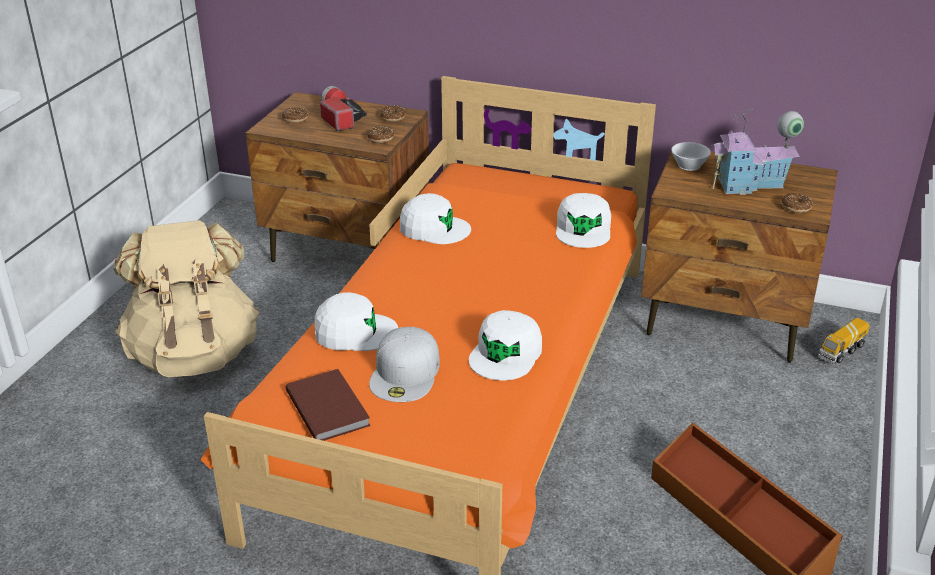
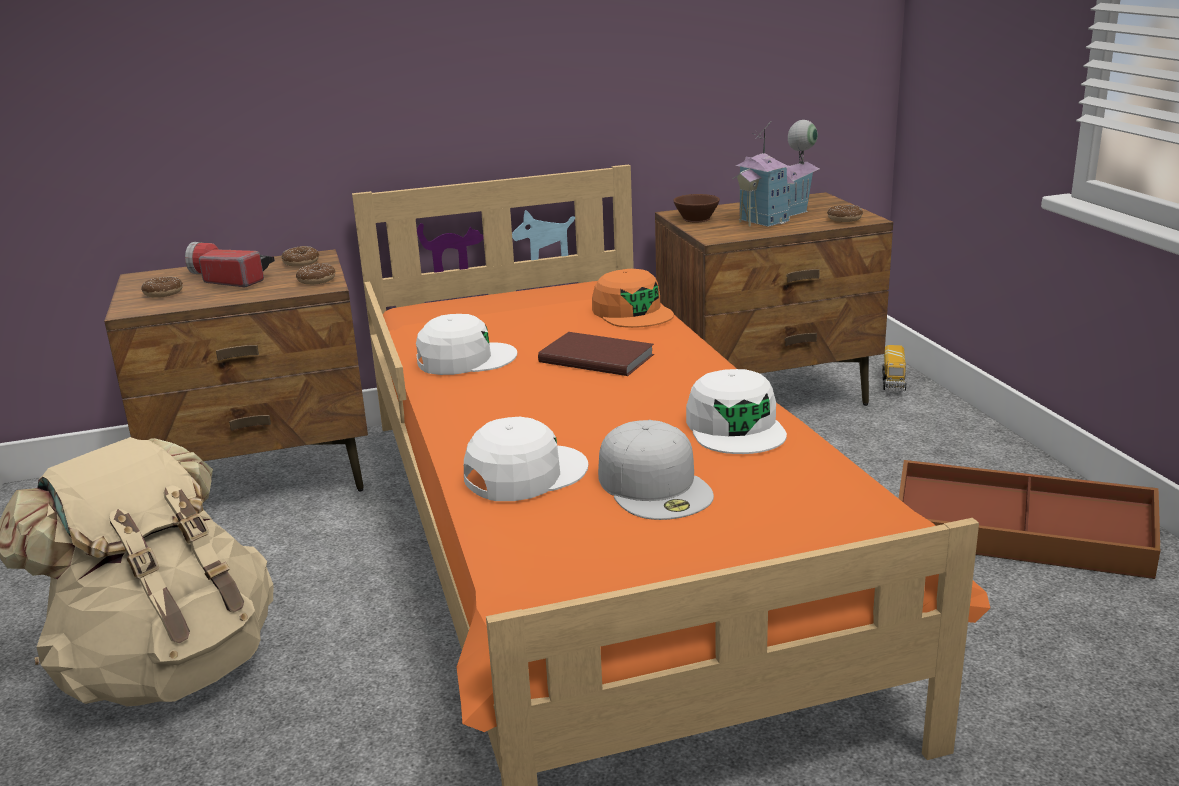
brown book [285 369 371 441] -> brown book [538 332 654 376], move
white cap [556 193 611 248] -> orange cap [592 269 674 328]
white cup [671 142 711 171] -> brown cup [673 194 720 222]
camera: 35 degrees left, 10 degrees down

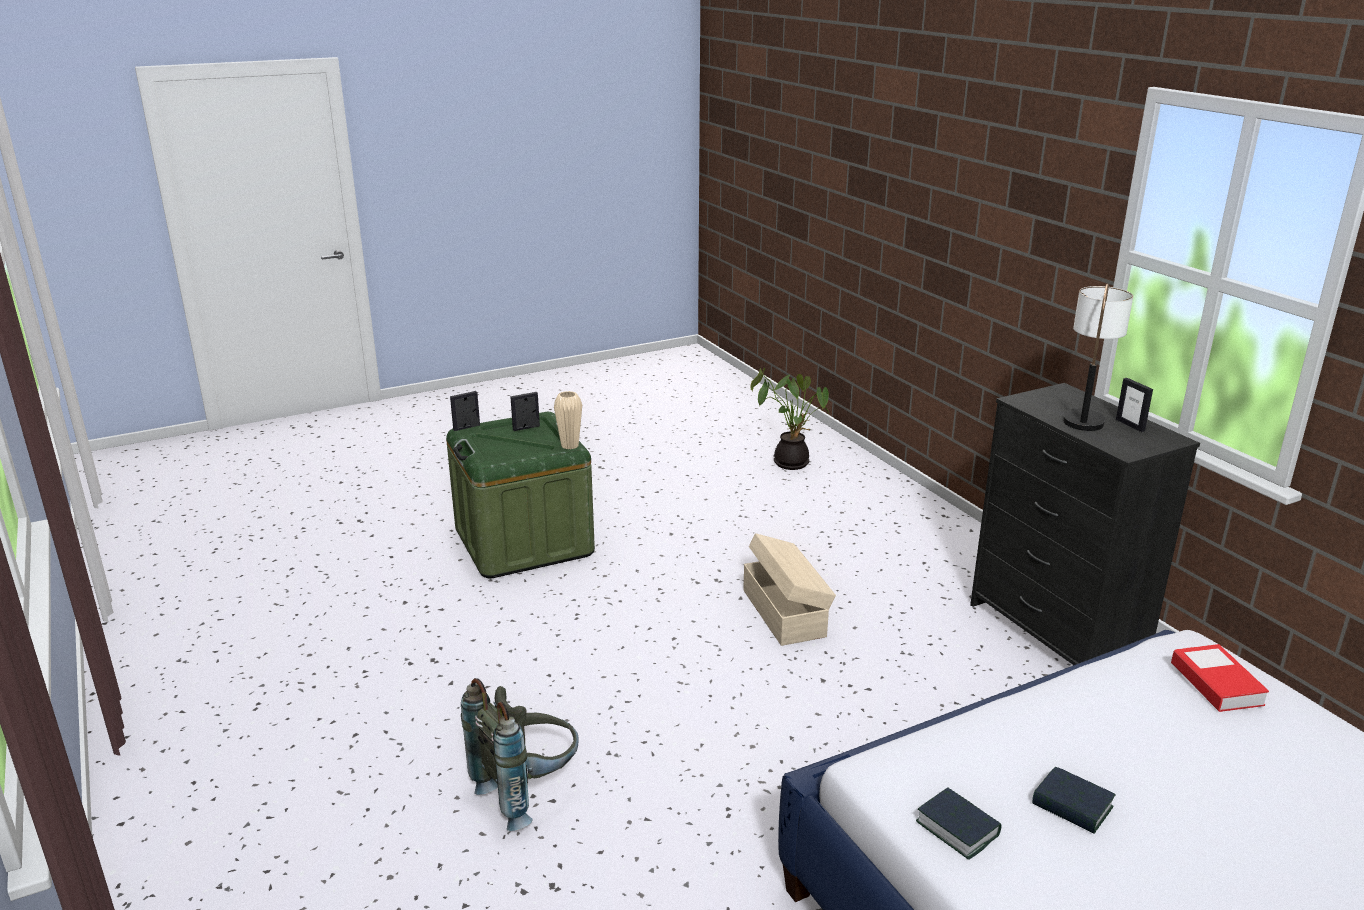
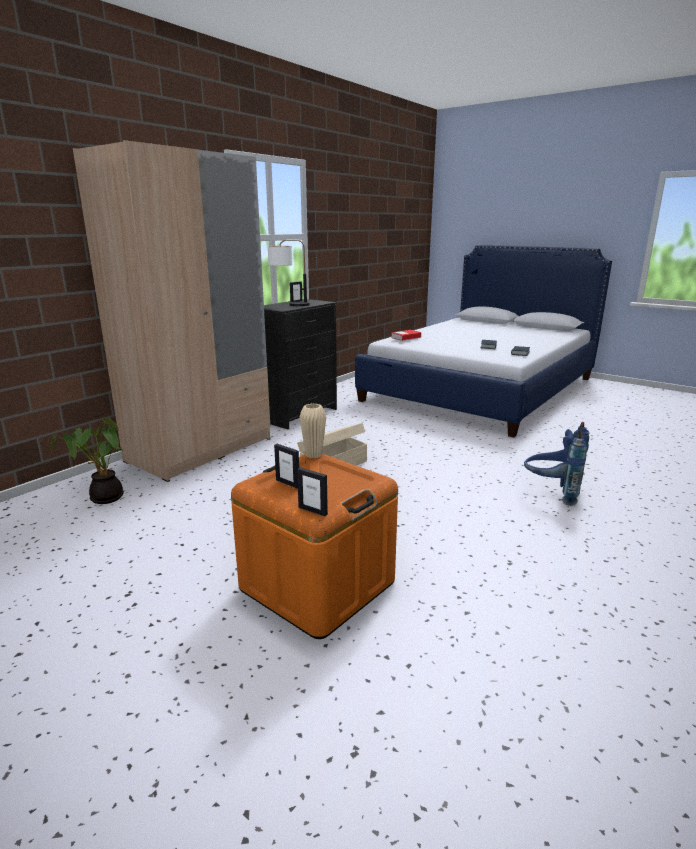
none -> beige wardrobe [73 140 270 482]
green storage box [446 412 595 578] -> orange storage box [231 454 398 639]
grey backpack [461 678 579 831] -> blue backpack [524 422 589 506]
camera: 115 degrees left, 5 degrees down

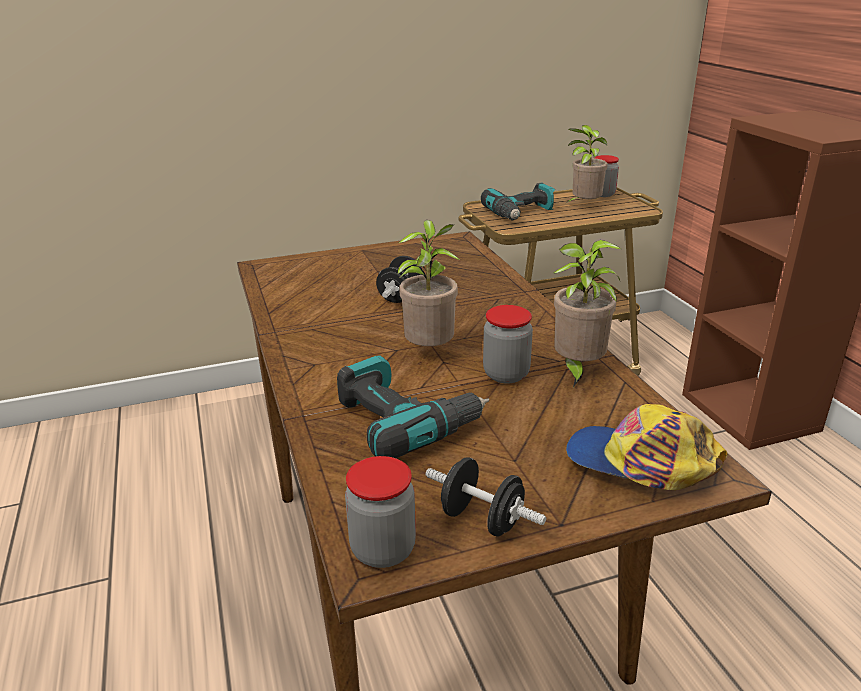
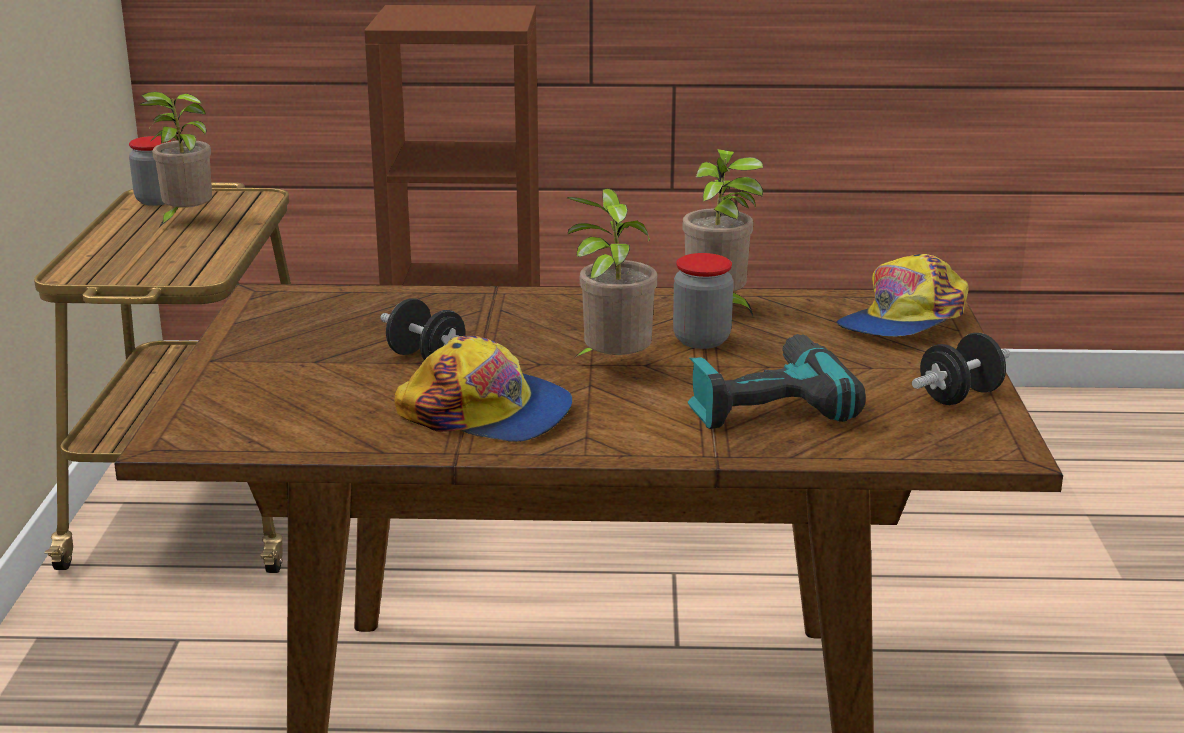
none -> cap [395 336 572 442]
jar [345 456 416 568] -> none
power drill [481 183 555 220] -> none
camera: 70 degrees left, 5 degrees down

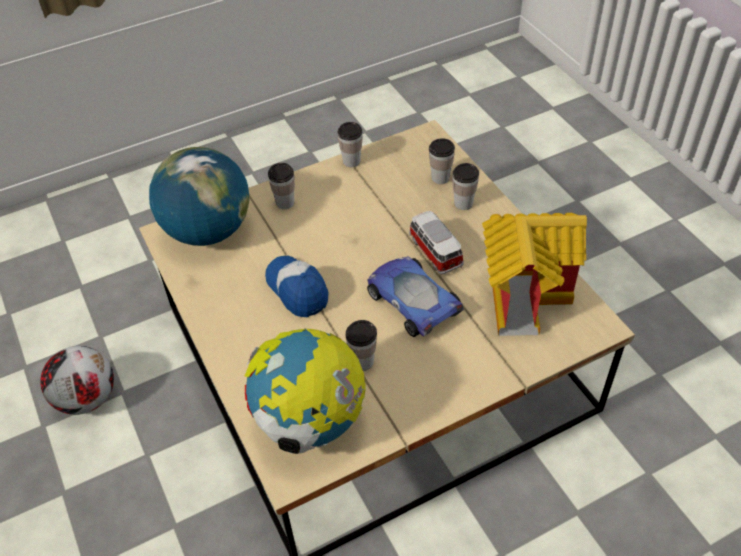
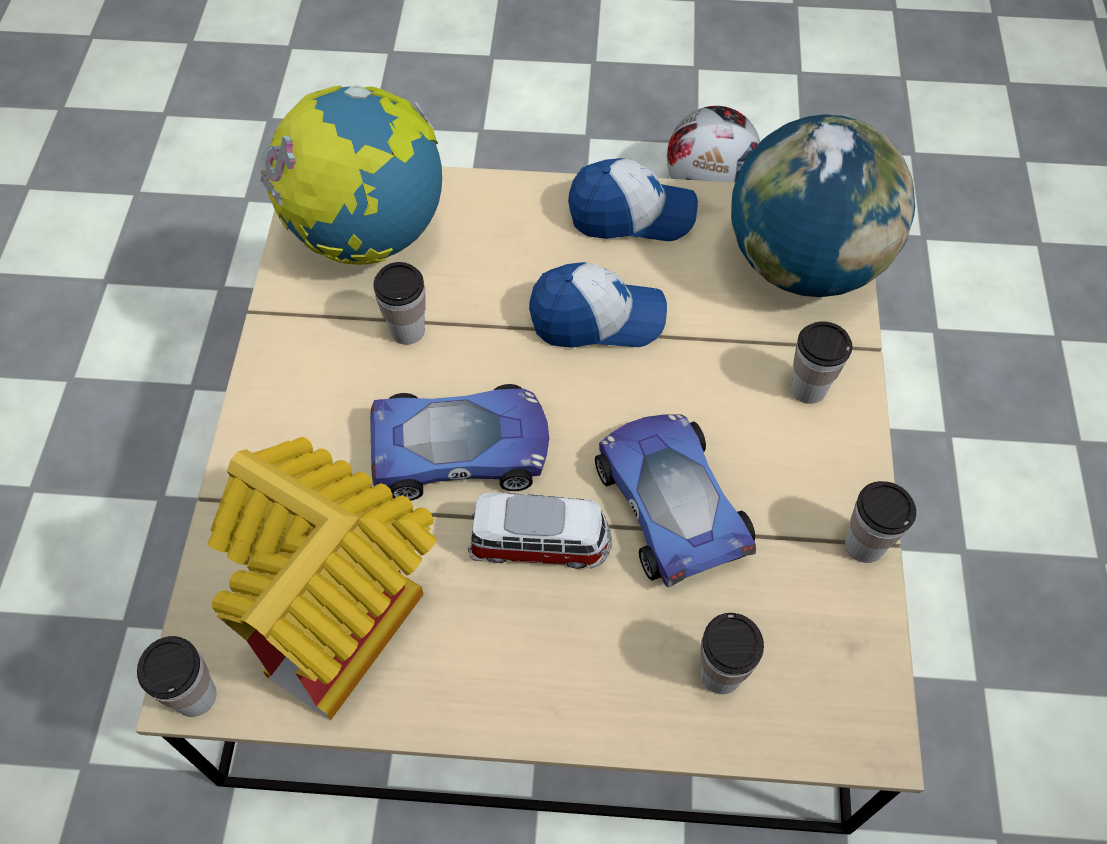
cup [452 163 479 210] -> cup [137 636 216 717], move
none -> cap [568 158 698 241]
none -> toy car [595 414 756 587]
camera: 120 degrees right, 10 degrees up

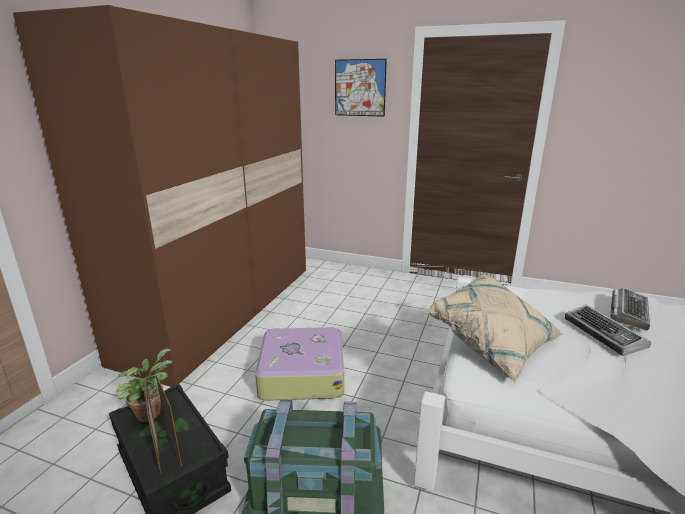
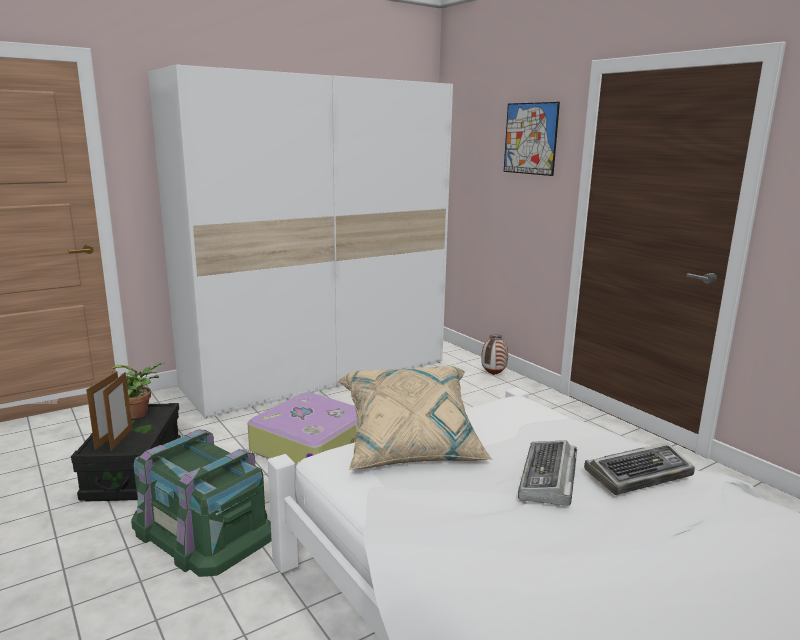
brown wardrobe [13 5 306 387] -> white wardrobe [148 64 453 418]
none -> vase [481 334 508 375]
camera: 35 degrees right, 5 degrees down

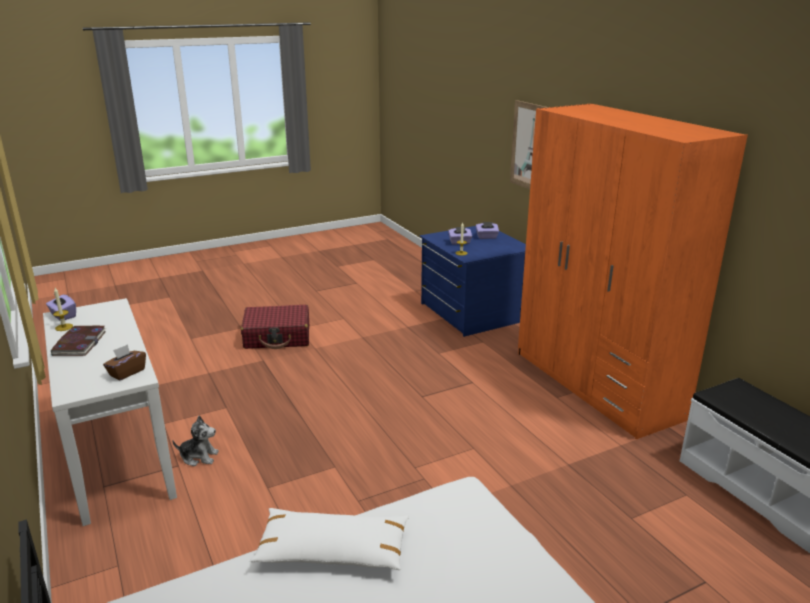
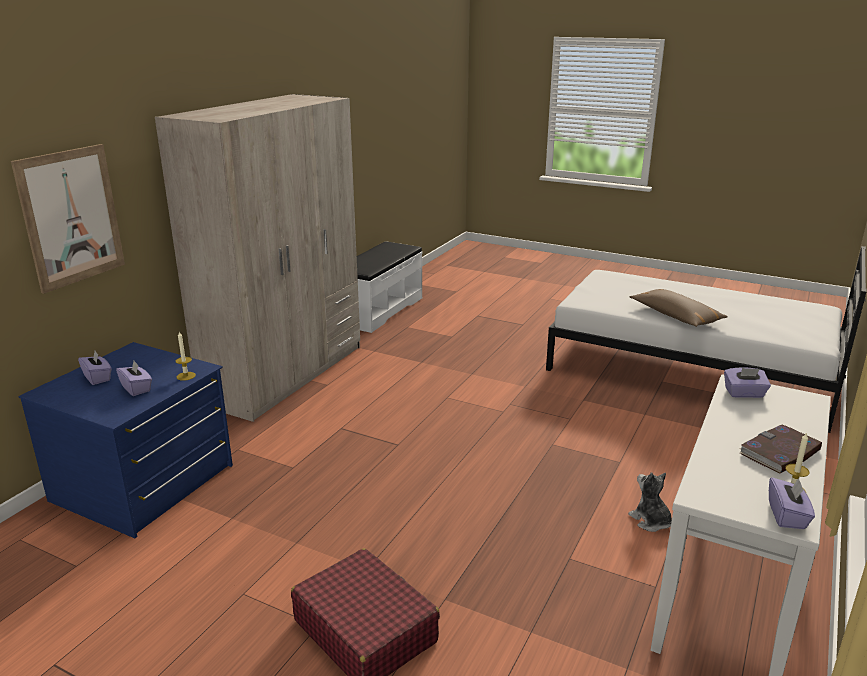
orange wardrobe [518 104 748 439] -> beige wardrobe [155 94 360 422]
white pillow [250 508 409 570] -> brown pillow [630 289 728 327]
brown tissue box [103 344 146 381] -> purple tissue box [724 367 771 398]
camera: 125 degrees left, 0 degrees up

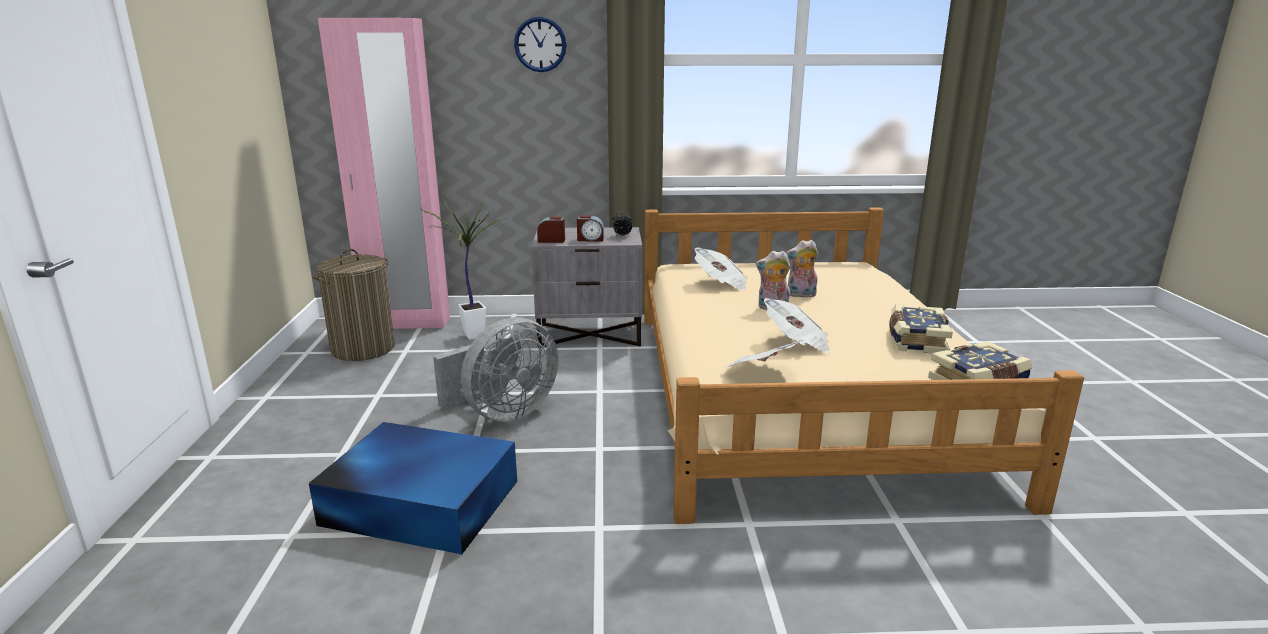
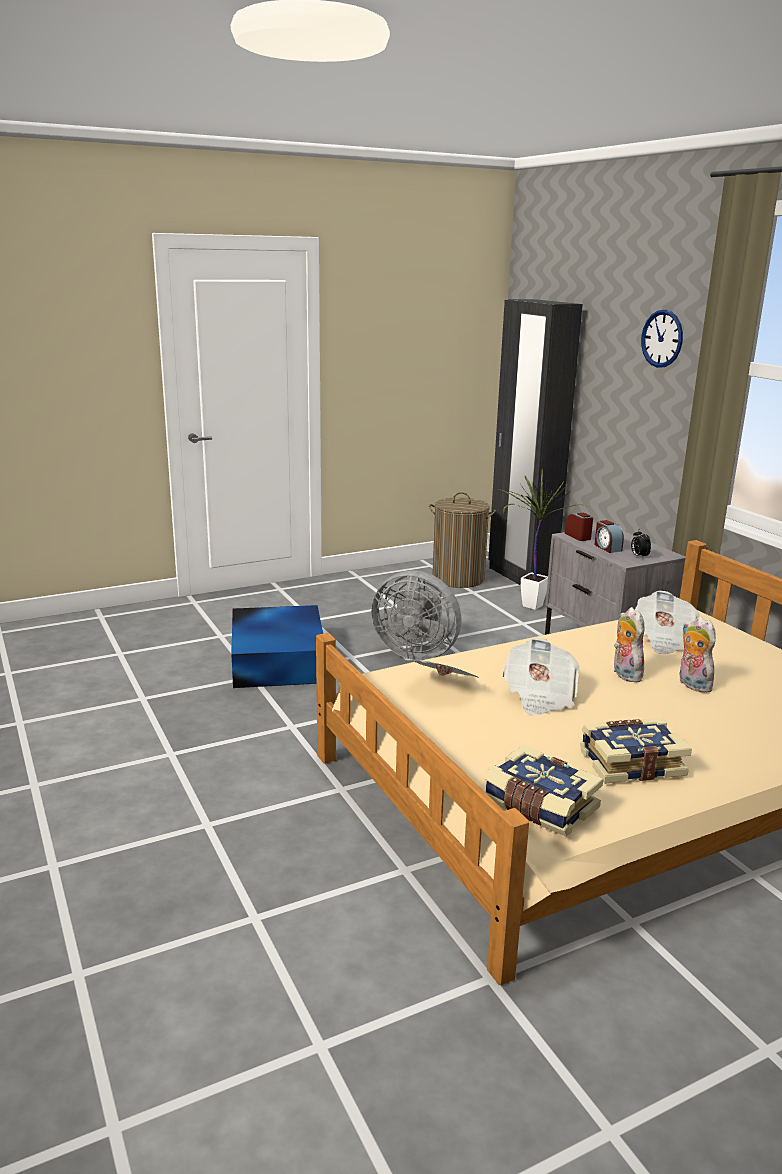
pink wardrobe [318 18 450 329] -> black wardrobe [488 299 583 586]
camera: 65 degrees right, 0 degrees up

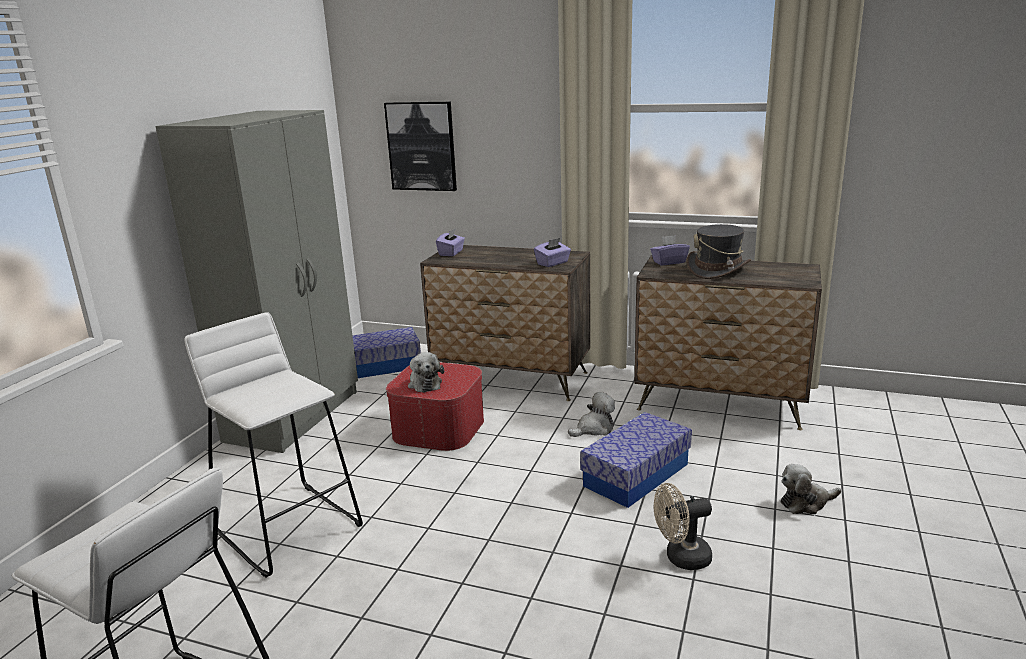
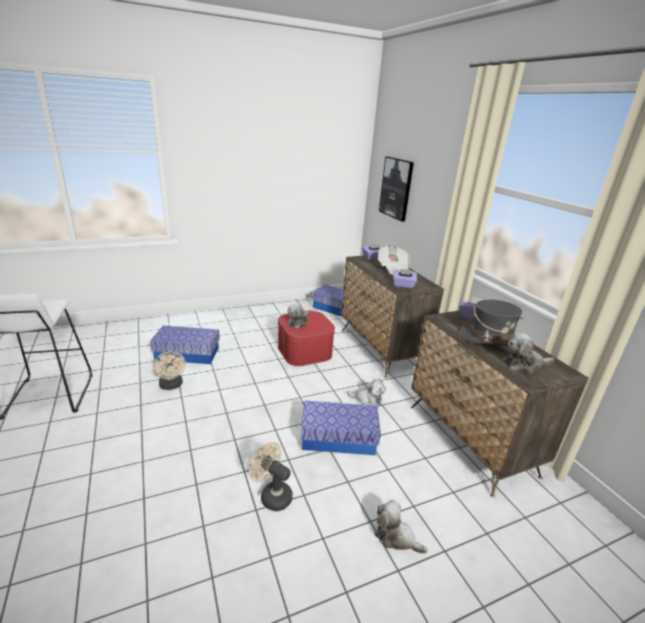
white stool [185 312 363 578] -> storage box [150 325 220 364]
none -> beige fan [153 351 186 390]
none -> newspaper [378 244 410 275]
none -> plush toy [504 333 554 374]
grey wardrobe [156 110 358 453] -> none
camera: 45 degrees right, 5 degrees up

